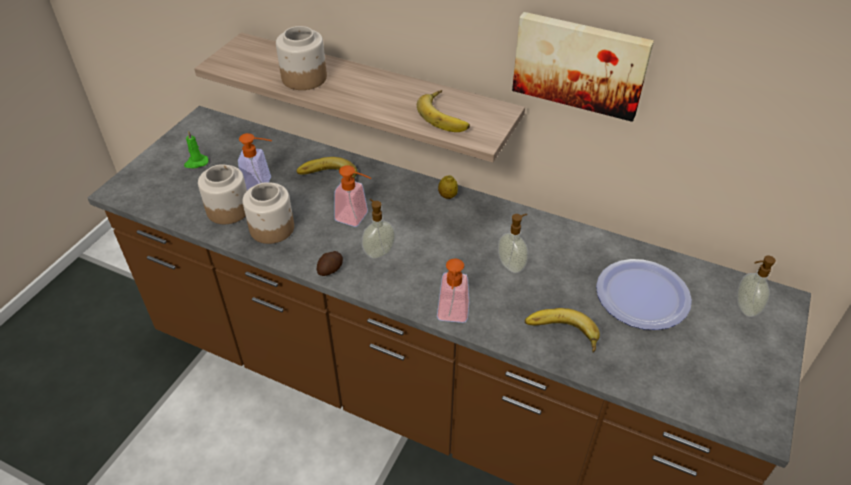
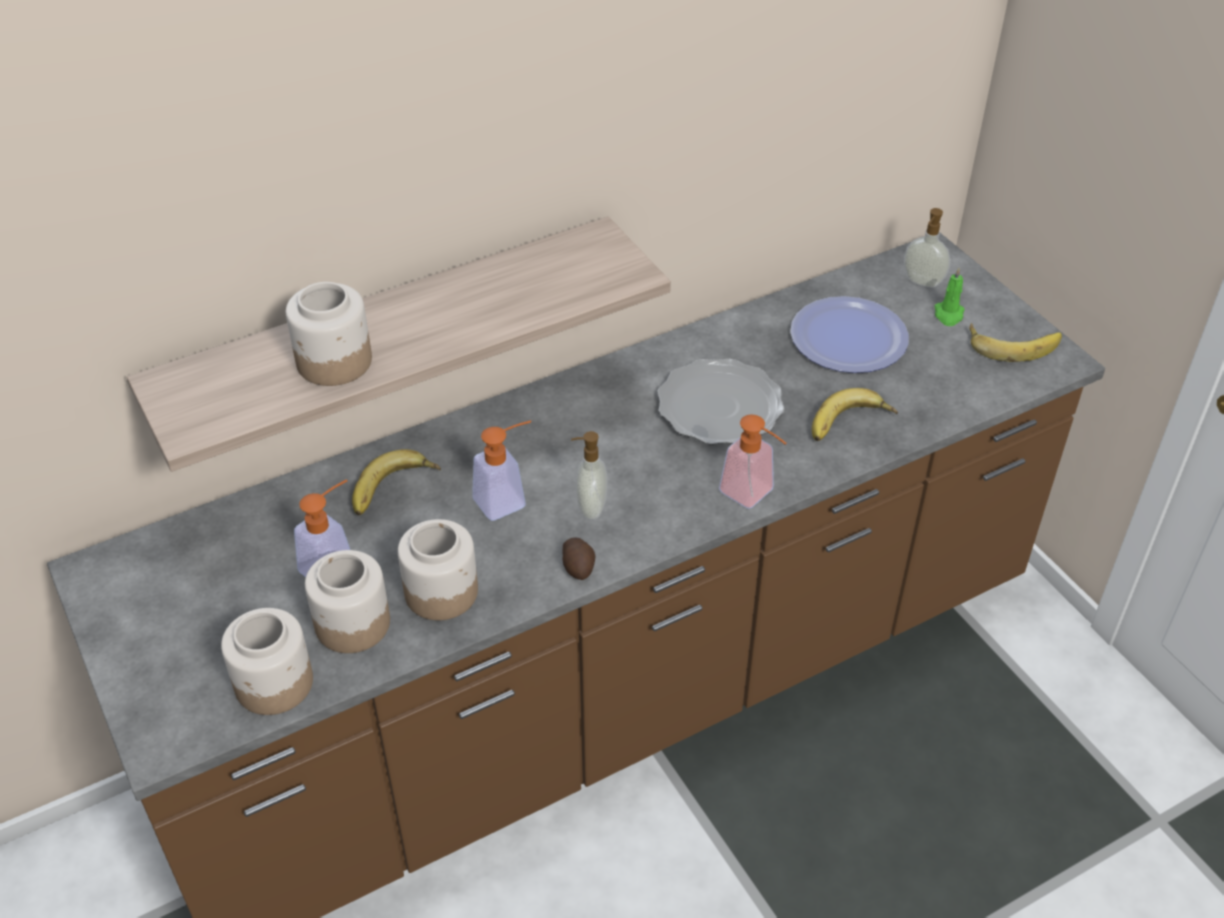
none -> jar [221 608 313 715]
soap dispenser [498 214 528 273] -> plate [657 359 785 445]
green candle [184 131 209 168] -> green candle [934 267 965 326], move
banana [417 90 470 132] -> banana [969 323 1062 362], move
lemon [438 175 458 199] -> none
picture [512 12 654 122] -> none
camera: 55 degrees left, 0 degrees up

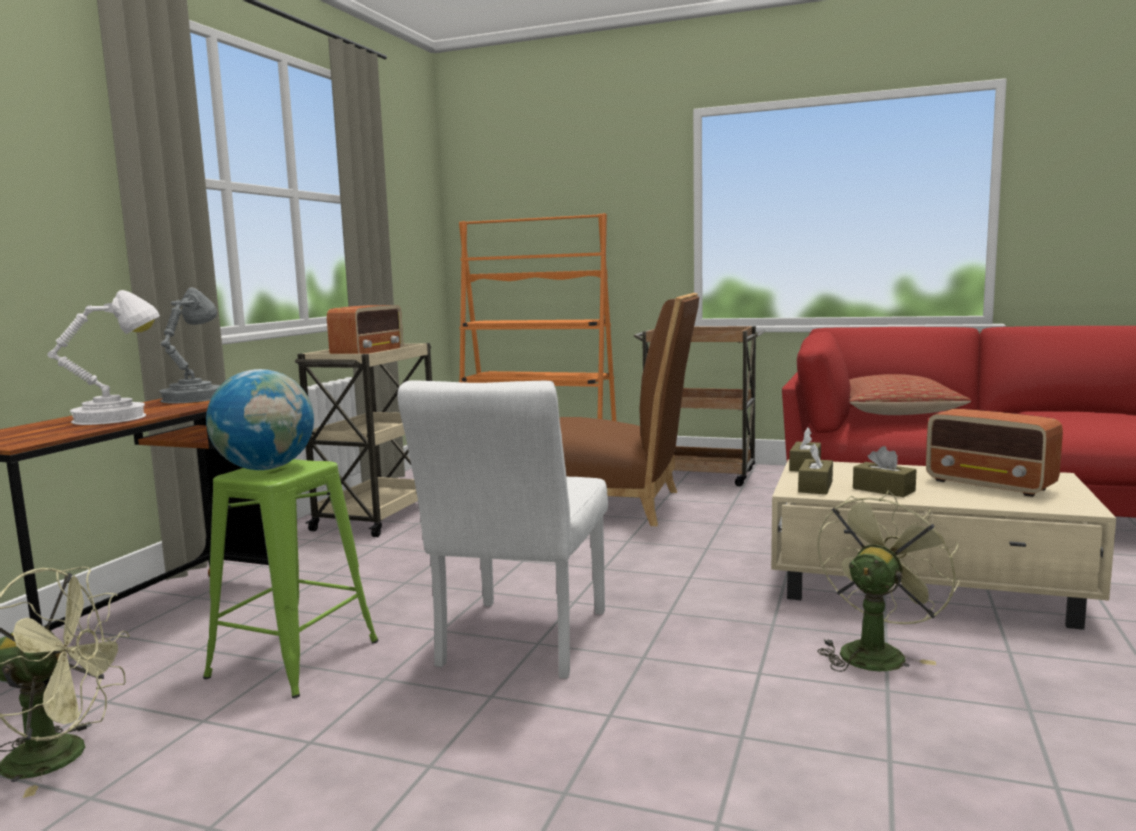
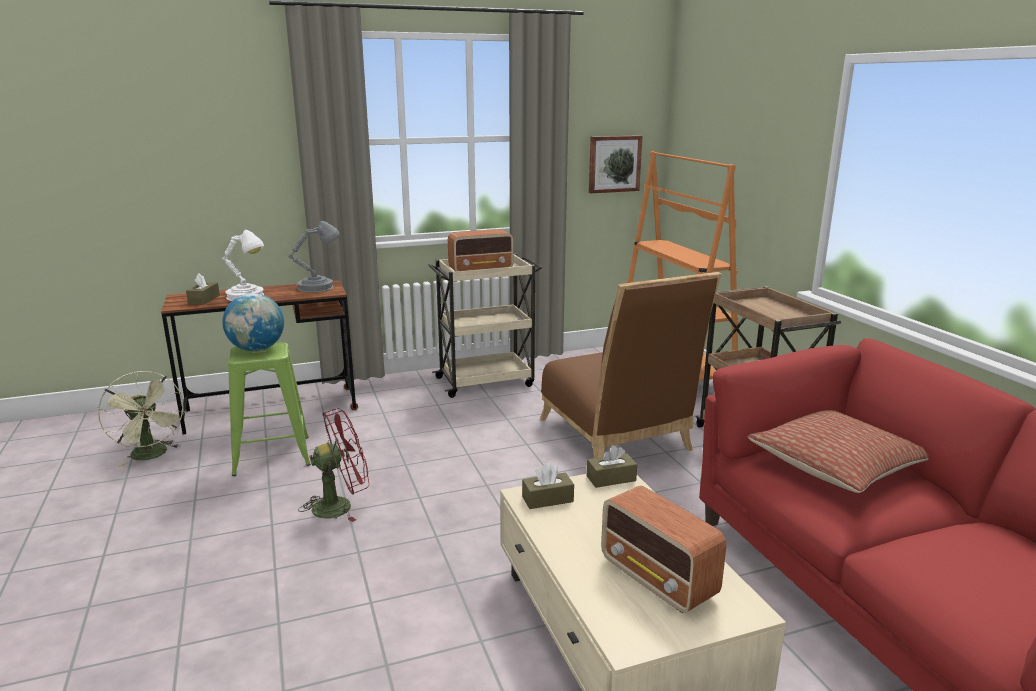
brown tissue box [853 446 916 497] -> brown tissue box [186 273 220 305], move
white chair [397 380 608 679] -> red fan [298 408 370 522]
none -> picture [589 135 642 193]
radio [926 409 1063 497] -> radio [601 486 726 613], 45 degrees counterclockwise
green fan [817 490 959 672] -> none
camera: 50 degrees right, 10 degrees up

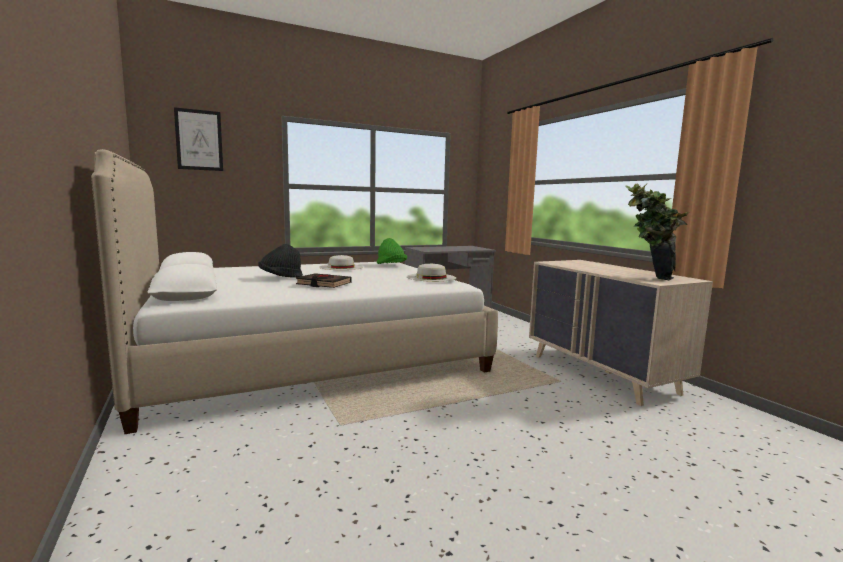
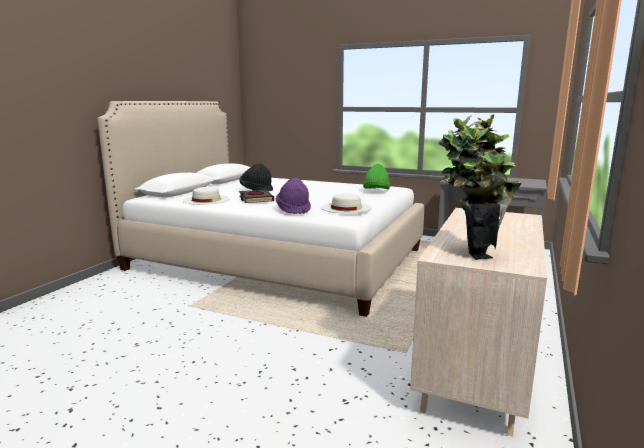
white hat [319 255 363 270] -> white hat [183 187 230 205], move
none -> purple hat [276 178 311 214]
picture [174 107 223 171] -> none
camera: 50 degrees right, 5 degrees up

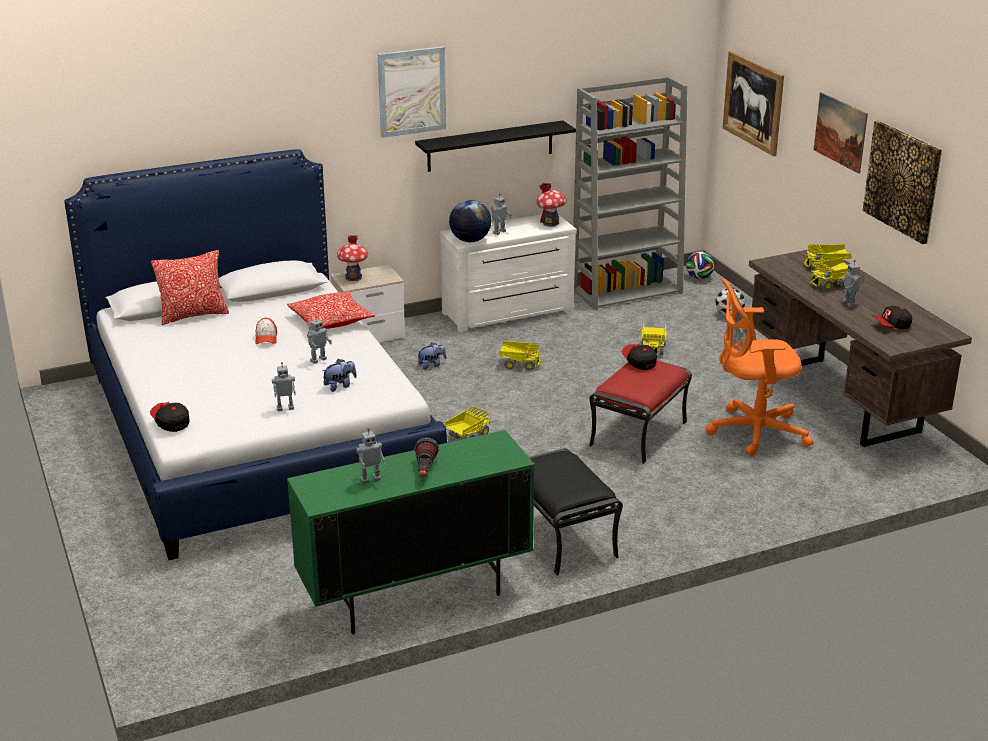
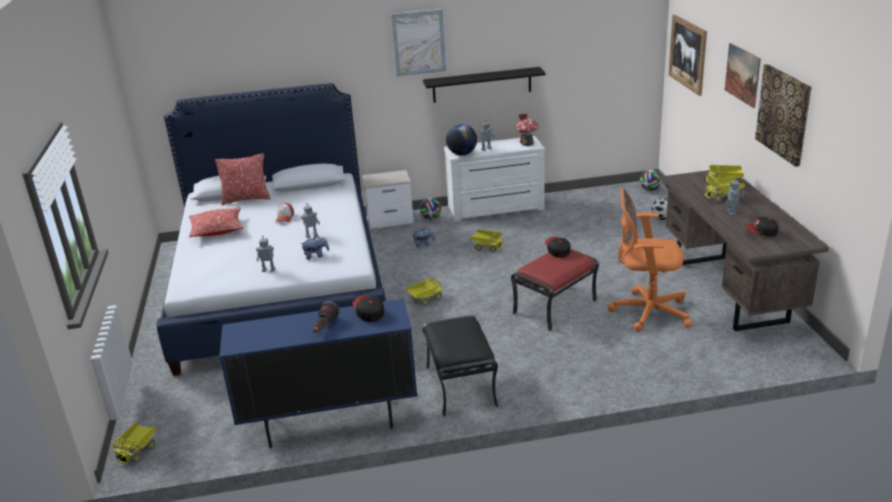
toy truck [641 323 667 355] -> toy truck [112 422 157 464], move
pillow [287 291 375 330] -> pillow [189 207 243 238], move
green cabinet [287 430 535 635] -> blue cabinet [219 299 418 448]
cap [150 402 189 432] -> cap [353 295 384 322], move
none -> football [419 197 441 219]
toy house [337 235 368 281] -> none
toy robot [356 428 386 484] -> none
grey bookcase [573 76 687 311] -> none
camera: 15 degrees right, 0 degrees up

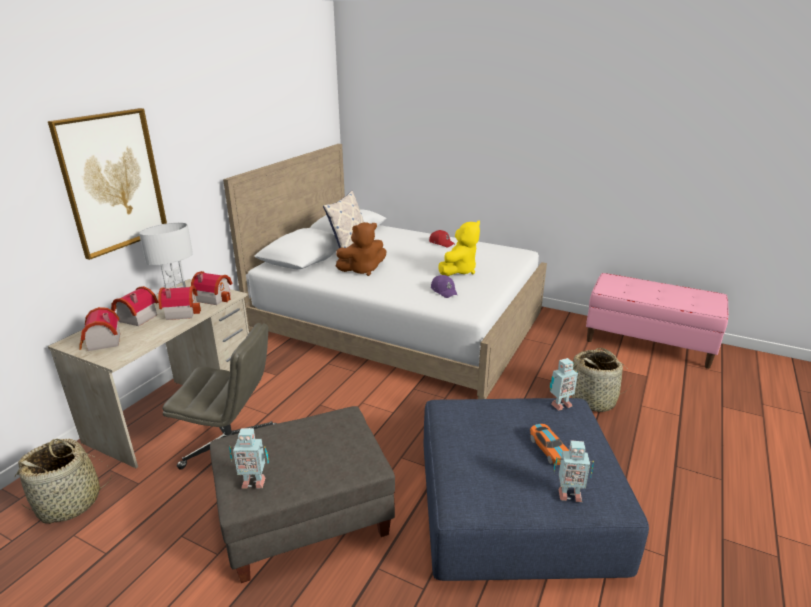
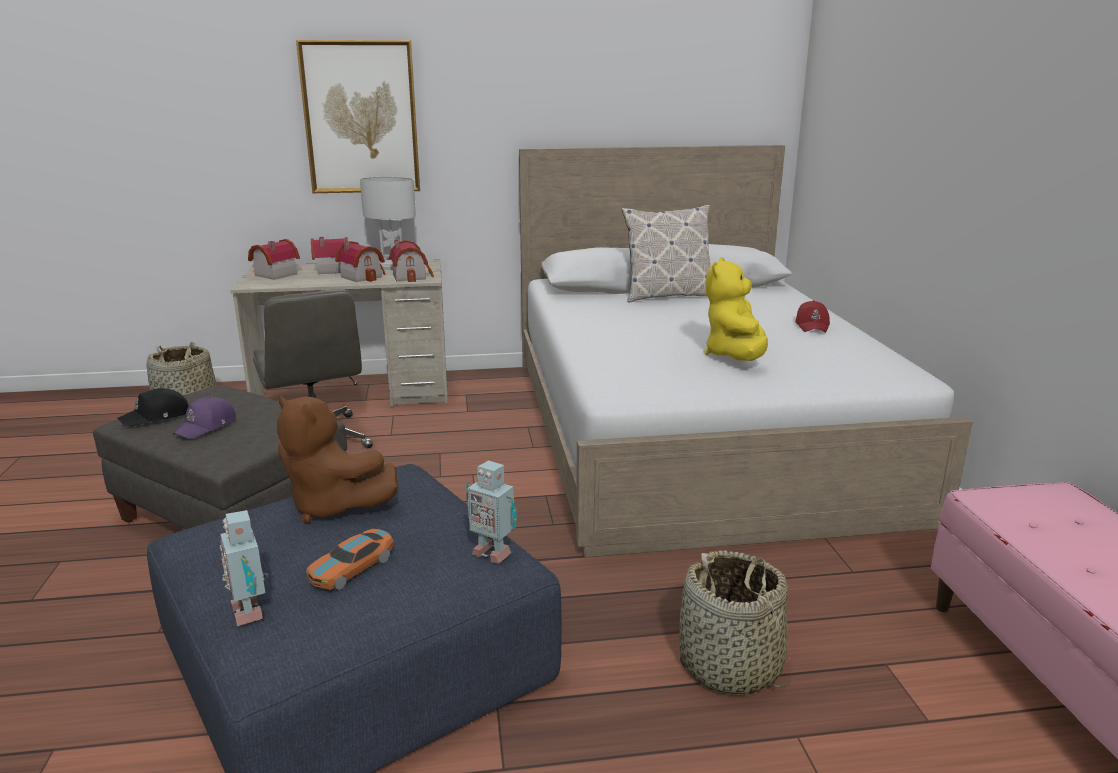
toy robot [229 428 269 489] -> black cap [117 388 189 427]
purple cap [431 275 457 298] -> purple cap [173 396 236 439], move
brown plush toy [336 222 386 276] -> brown plush toy [277 396 398 524], move
yellow plush toy [438 221 480 276] -> yellow plush toy [705 257 768 361], 105 degrees clockwise
camera: 55 degrees right, 5 degrees down

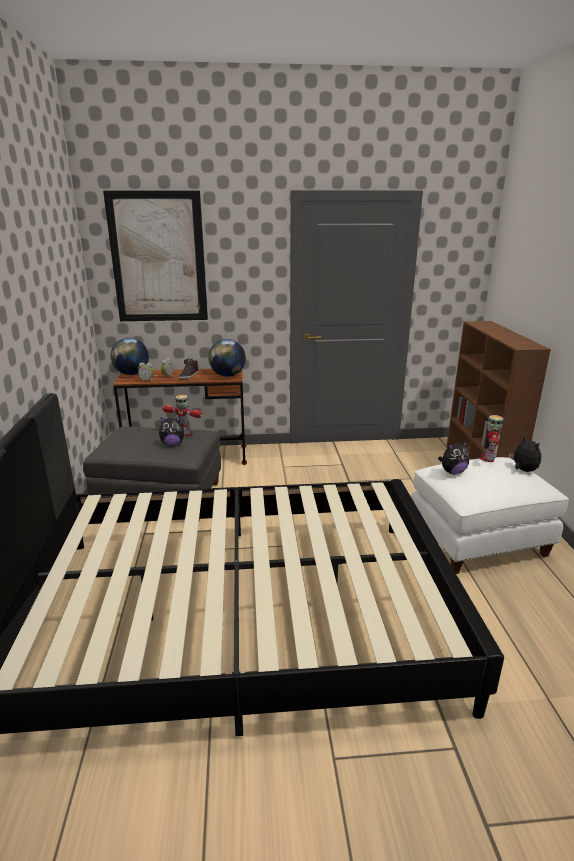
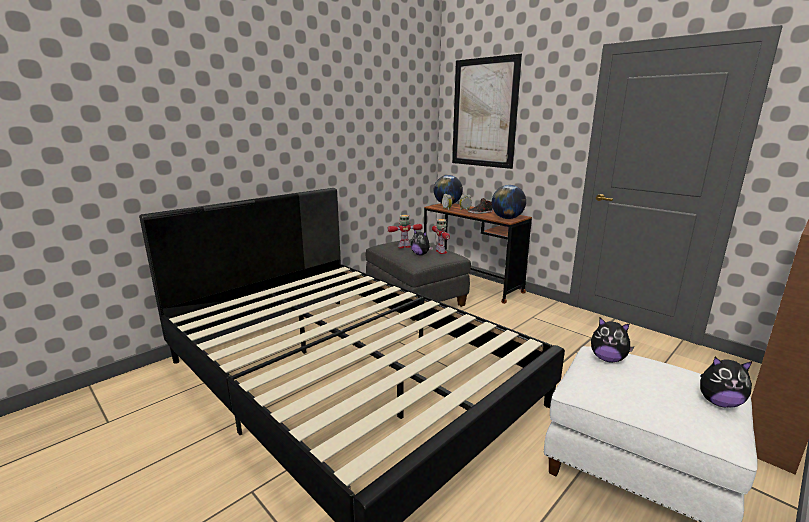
toy robot [481 415 504 462] -> toy robot [387 215 423 248], move
plush toy [509 435 541 472] -> plush toy [700 357 752 408], 75 degrees clockwise
camera: 50 degrees right, 5 degrees down

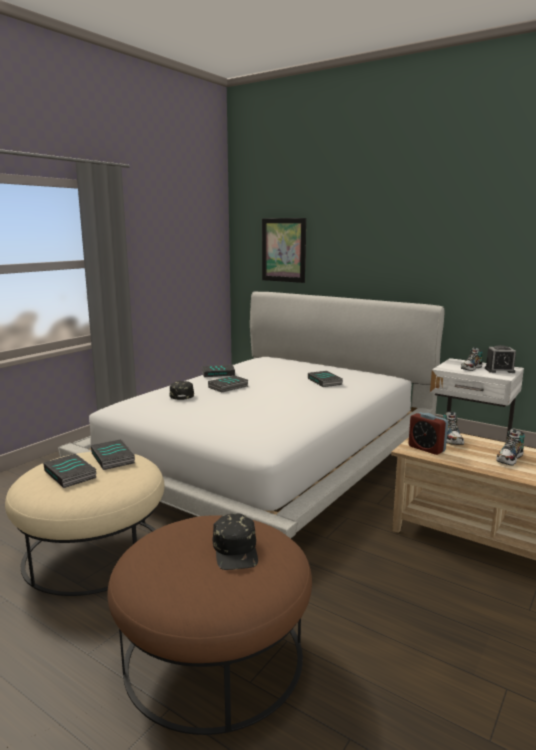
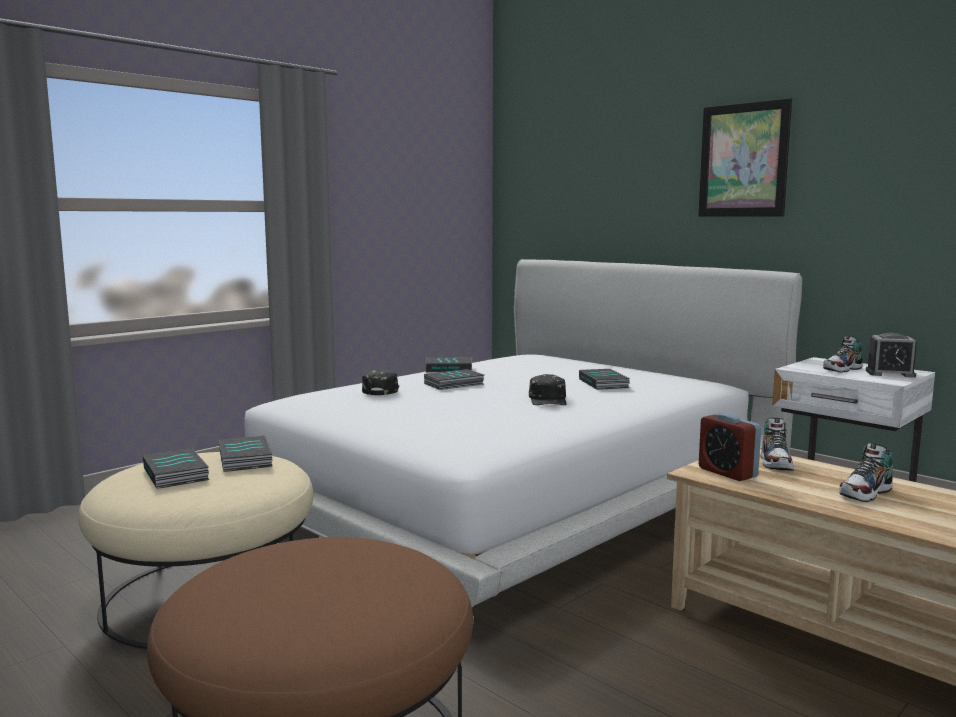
black cap [213 513 258 570] -> black cap [529 374 567 405], move
picture [262 218 306 283] -> picture [698 98 792 216], move
camera: 10 degrees right, 5 degrees down

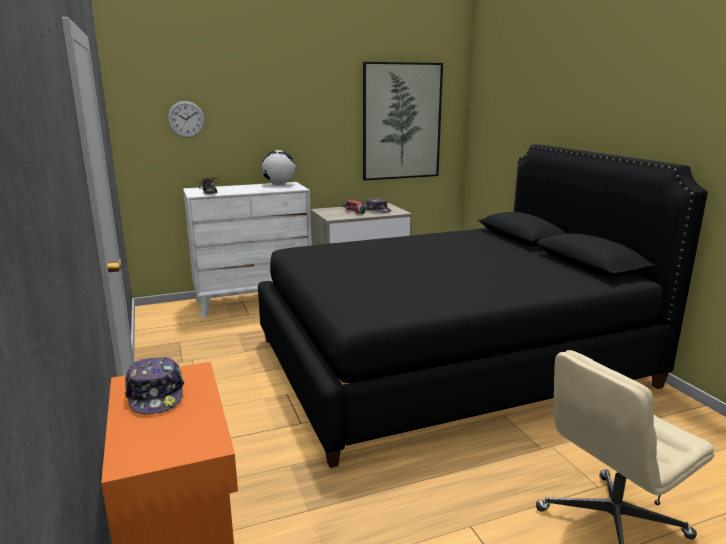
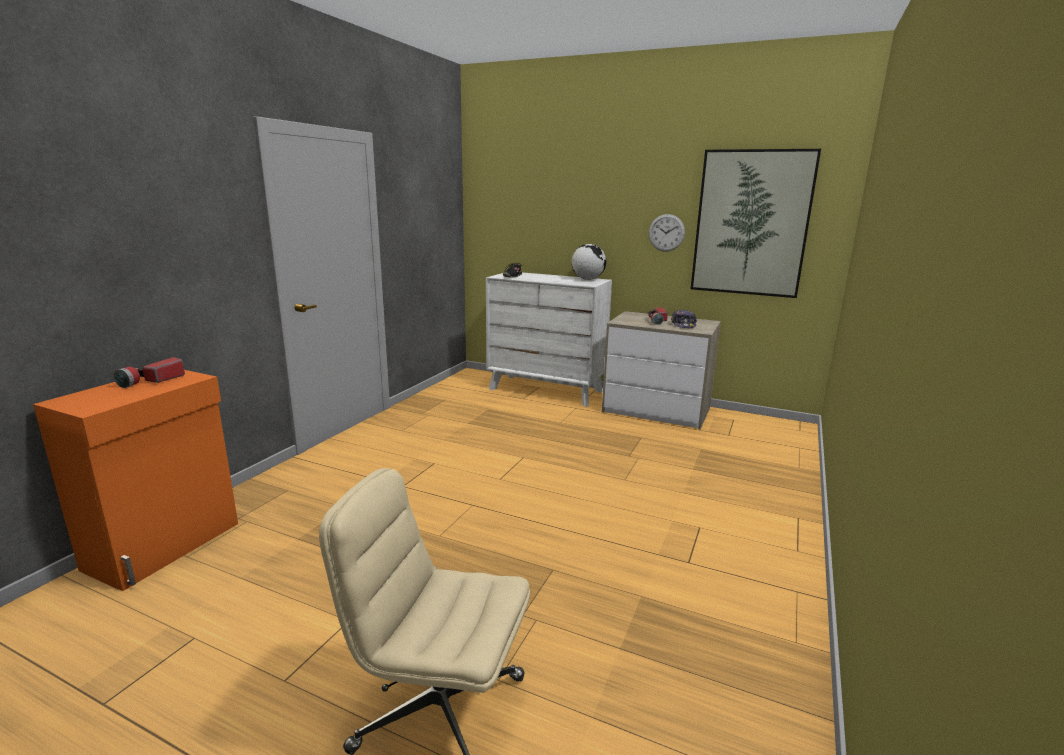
cap [125 357 184 414] -> flashlight [114 357 185 388]
wall clock [168 101 205 138] -> wall clock [649 214 685 252], move
black bed [258 144 708 468] -> none
camera: 45 degrees right, 0 degrees up

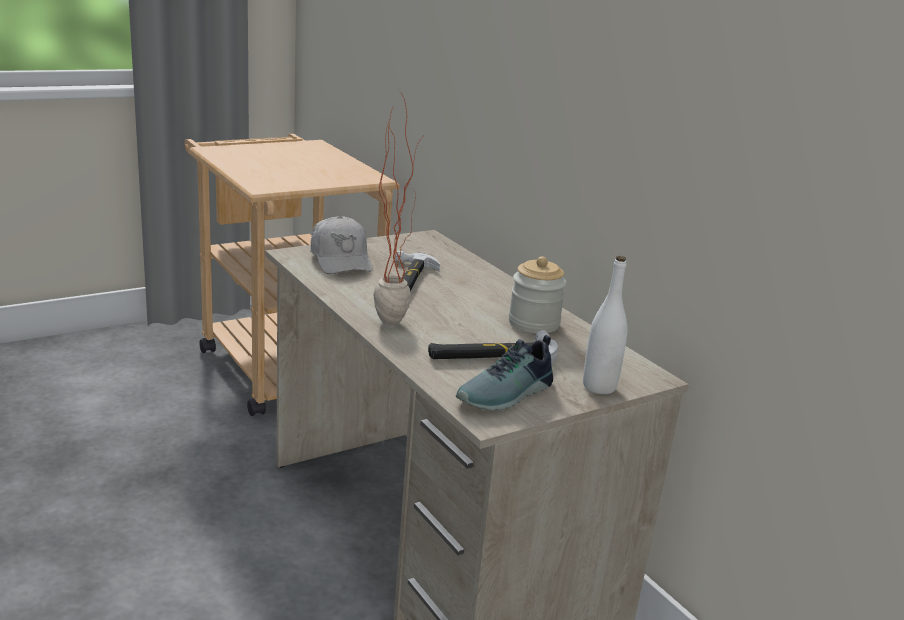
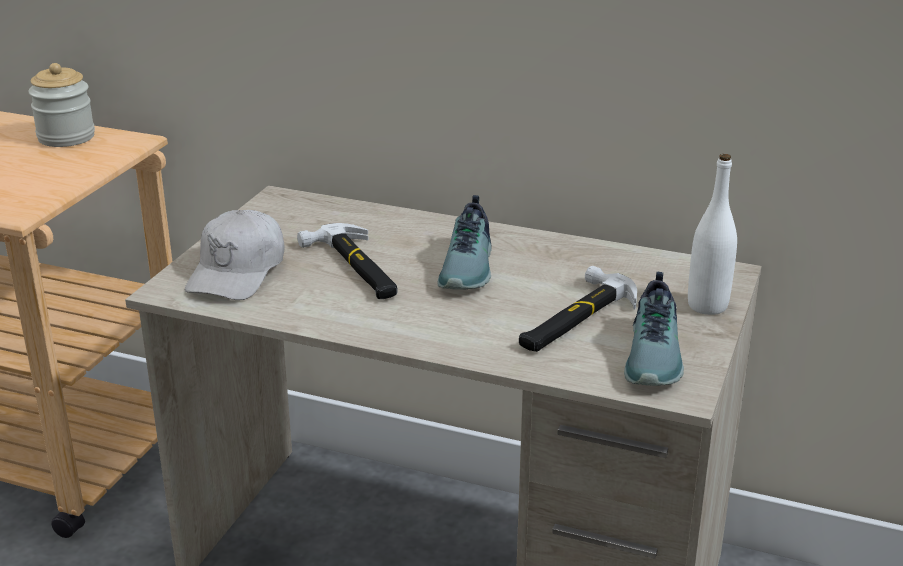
jar [509 256 566 333] -> jar [28 63 95 147], move
white cap [310 216 373 274] -> white cap [185 210 284 300], 75 degrees clockwise
none -> shoe [437 195 492 290]
potted plant [373 91 422 325] -> none
camera: 35 degrees left, 5 degrees up

